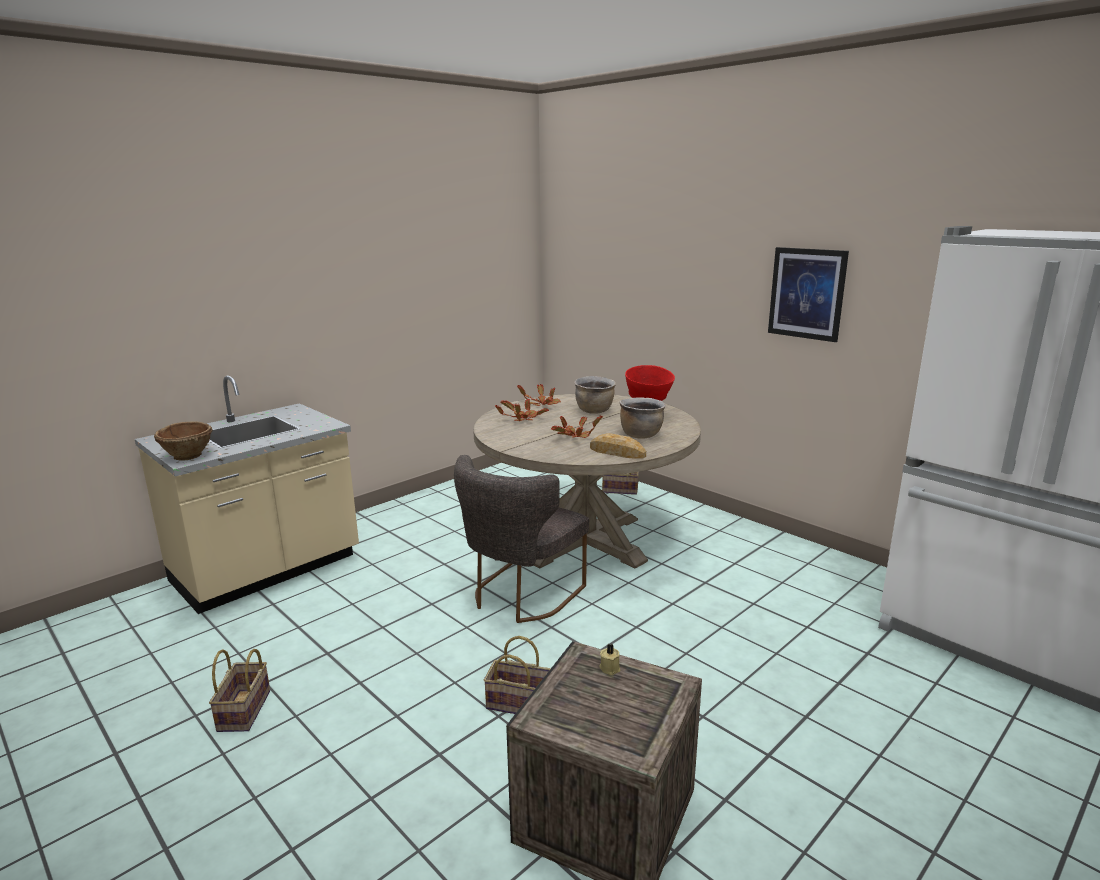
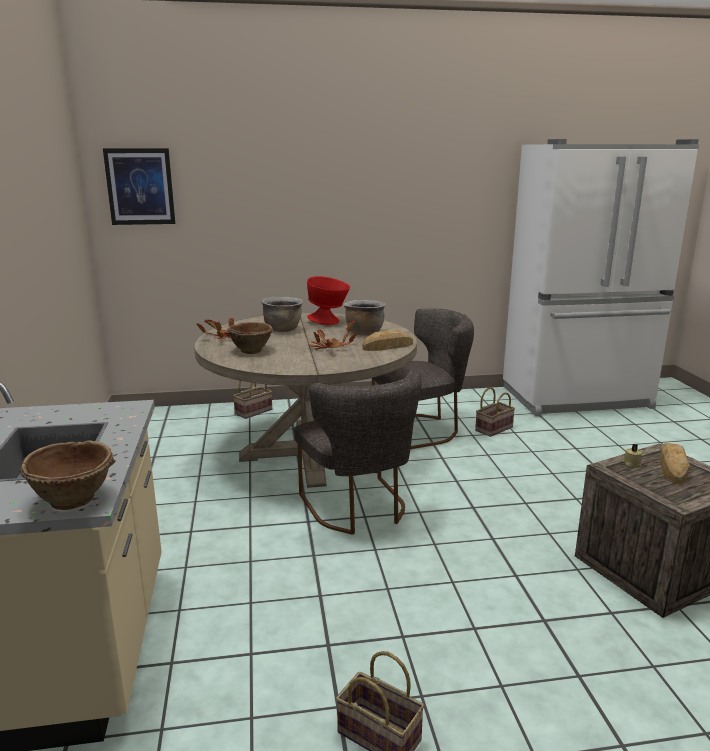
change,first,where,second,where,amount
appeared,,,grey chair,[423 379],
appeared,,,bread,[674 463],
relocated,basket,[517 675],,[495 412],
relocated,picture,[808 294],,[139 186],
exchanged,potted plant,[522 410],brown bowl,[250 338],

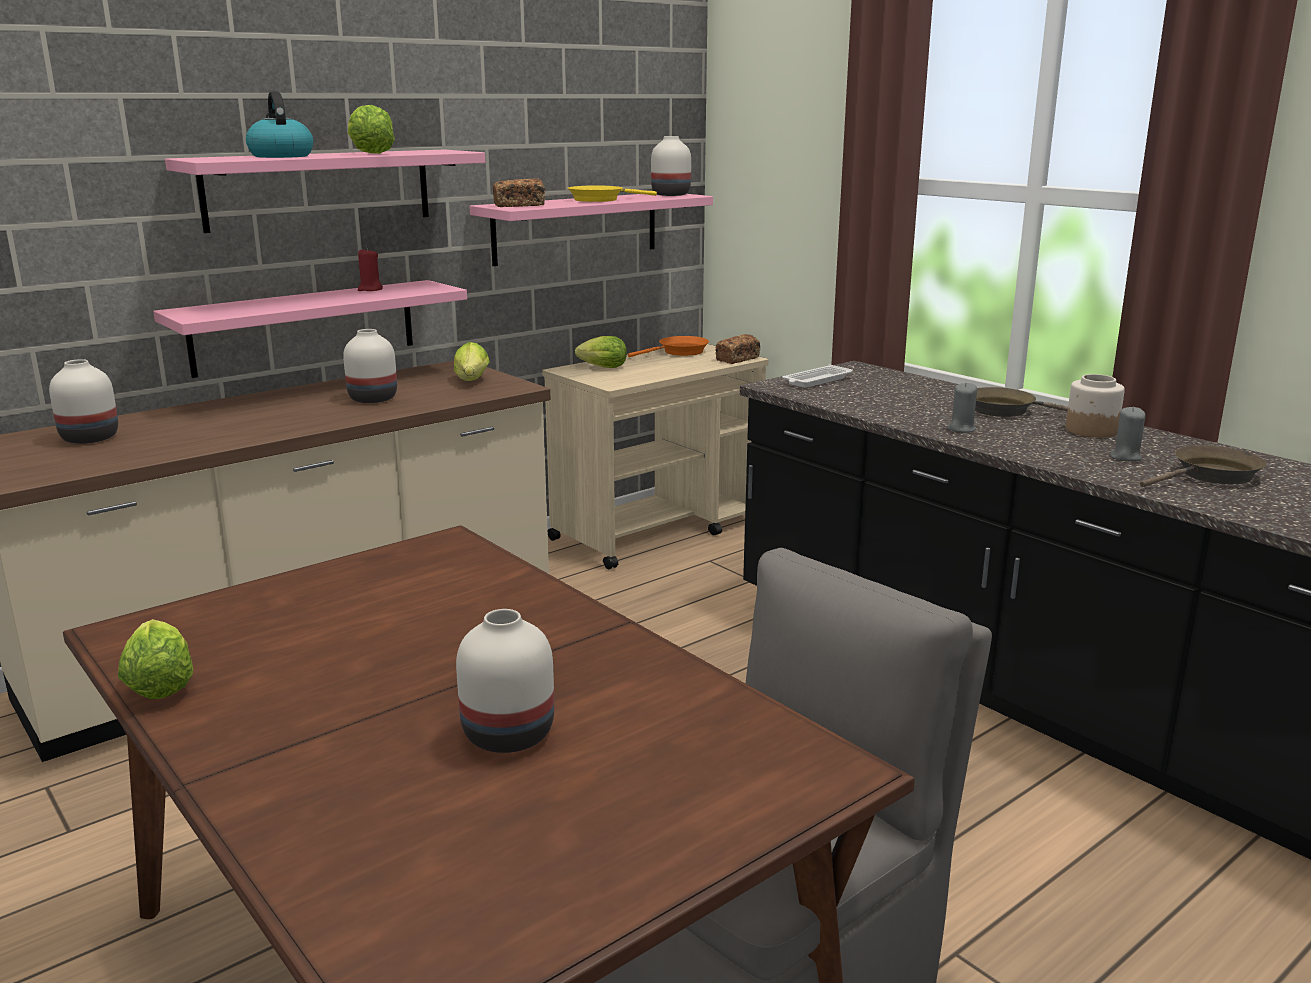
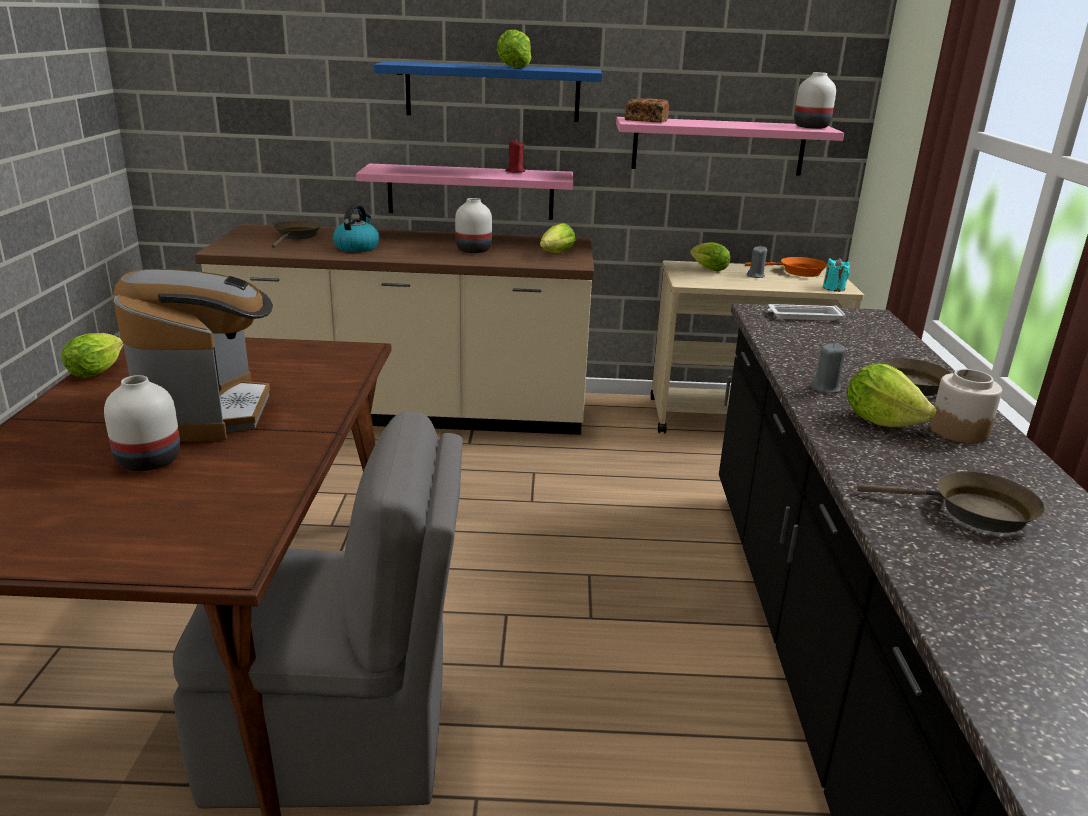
change,first,where,second,where,amount
missing,yellow frying pan,[612 193],,,
appeared,,,coffee machine,[193 355],
appeared,,,lettuce,[892 395],
relocated,kettle,[279 124],,[356 228],
relocated,grey candle,[1128 433],,[757 262],
exchanged,white vase,[83 401],brown frying pan,[296 234],
exchanged,bread,[737 349],turquoise candle,[836 274],
colour,pink shelf,[325 191],blue shelf,[488 91],

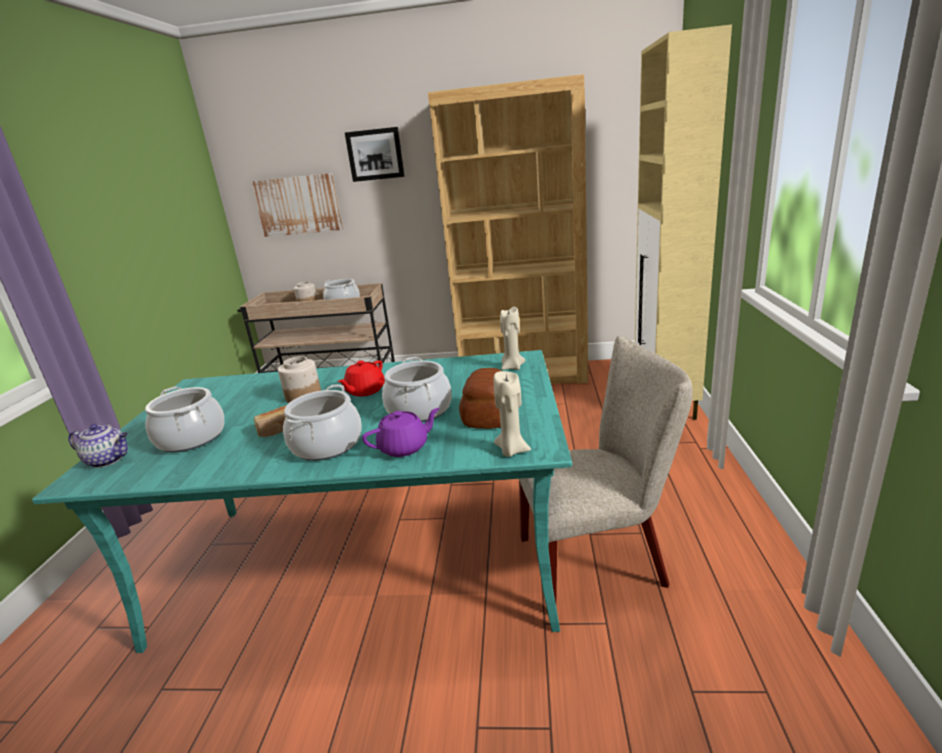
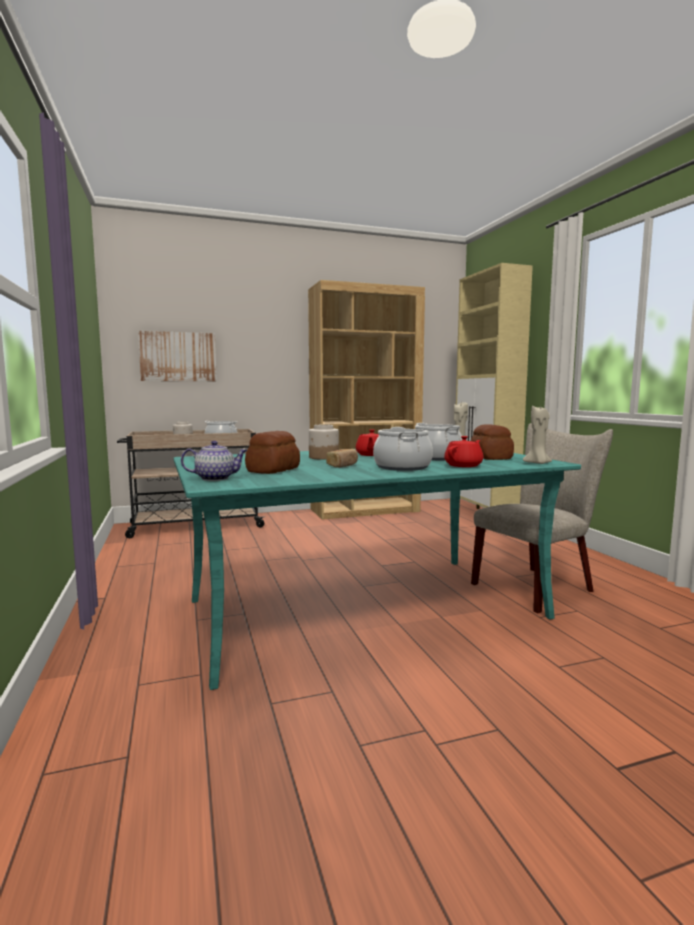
change,first,where,second,where,amount
missing,picture,[375 154],,,
exchanged,cooking pot,[184 419],bread,[272 452],
colour,purple teapot,[401 432],red teapot,[463 451],

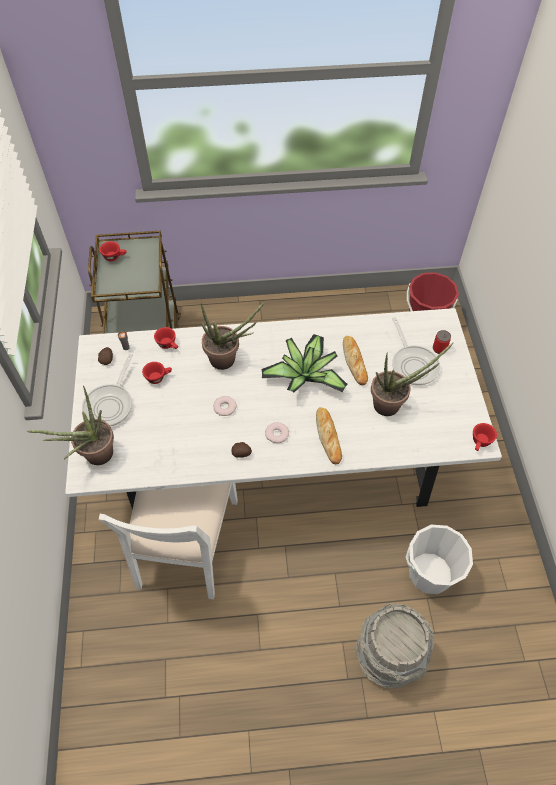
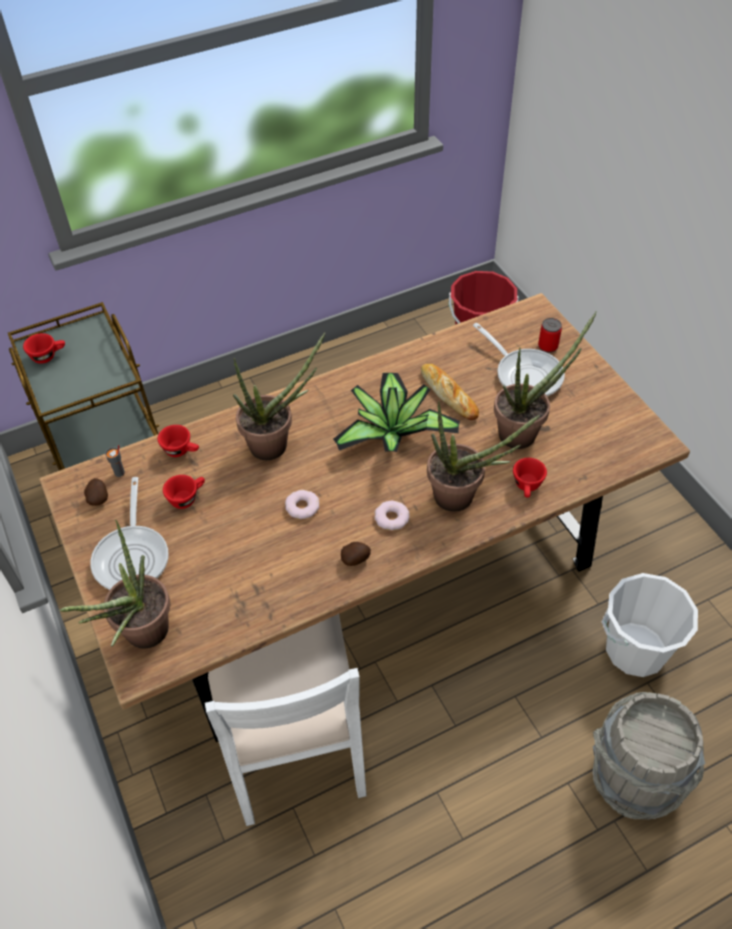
change,first,where,second,where,amount
relocated,red cup,[485 437],,[530 478],
exchanged,bread,[329 435],potted plant,[483 456],
colour,white dining table,[283 409],brown dining table,[364 517],

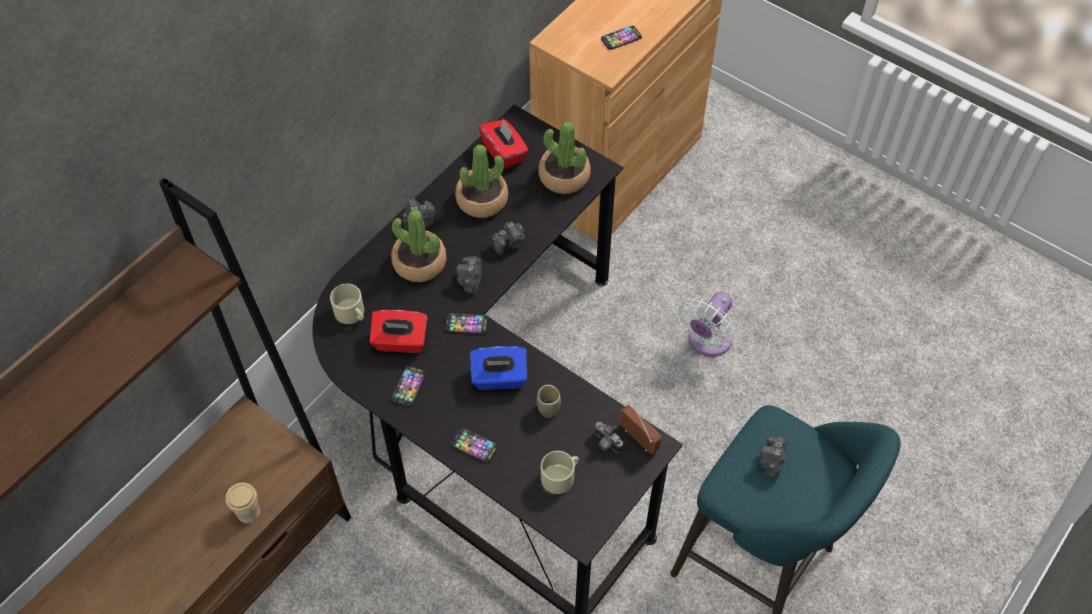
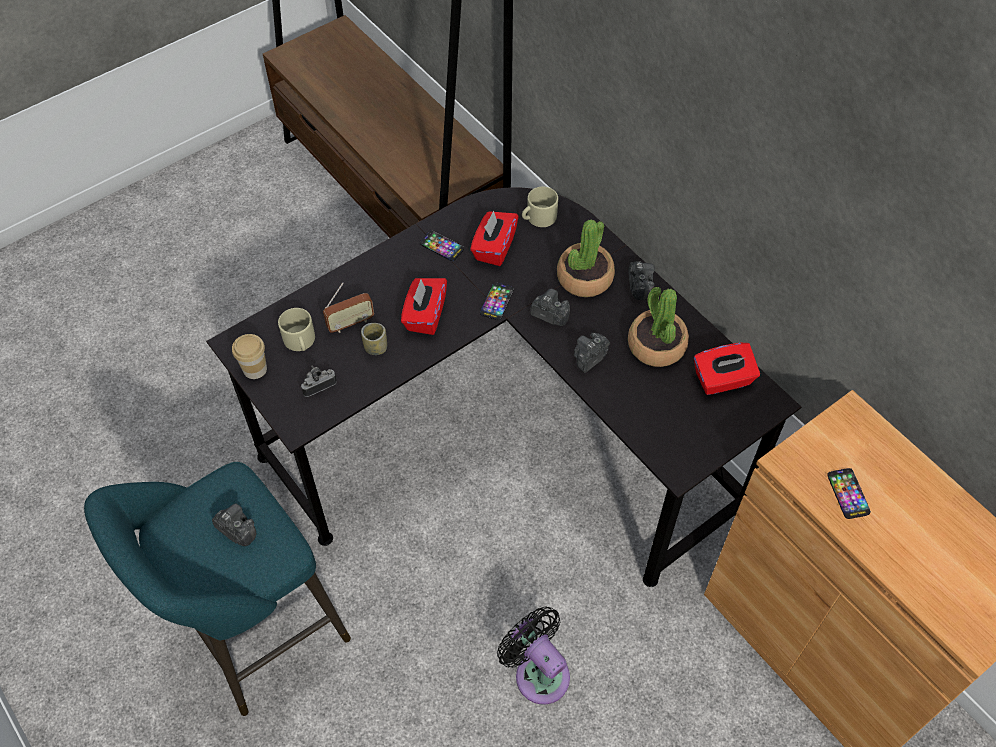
change,first,where,second,where,amount
missing,phone,[474 445],,,
missing,potted plant,[564 158],,,
relocated,cup,[243 503],,[249 356],
relocated,radio,[640 429],,[348 307],
colour,blue tissue box,[498 368],red tissue box,[424 306],
colour,white fan,[706 324],black fan,[533 656],
spun,photo camera,[508 238],,[592 353],60 degrees clockwise

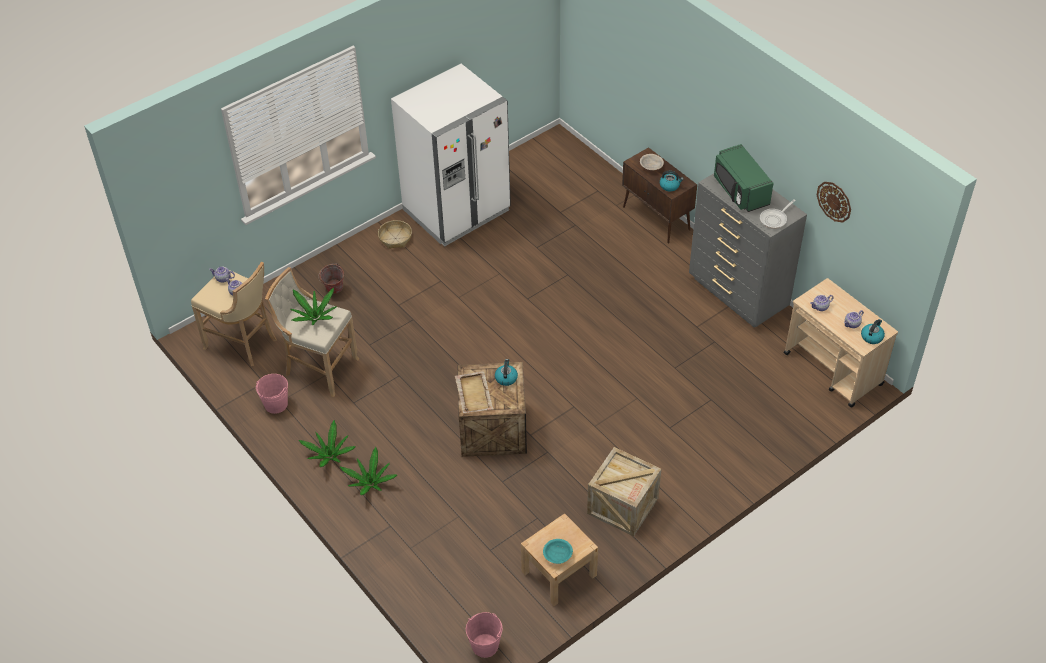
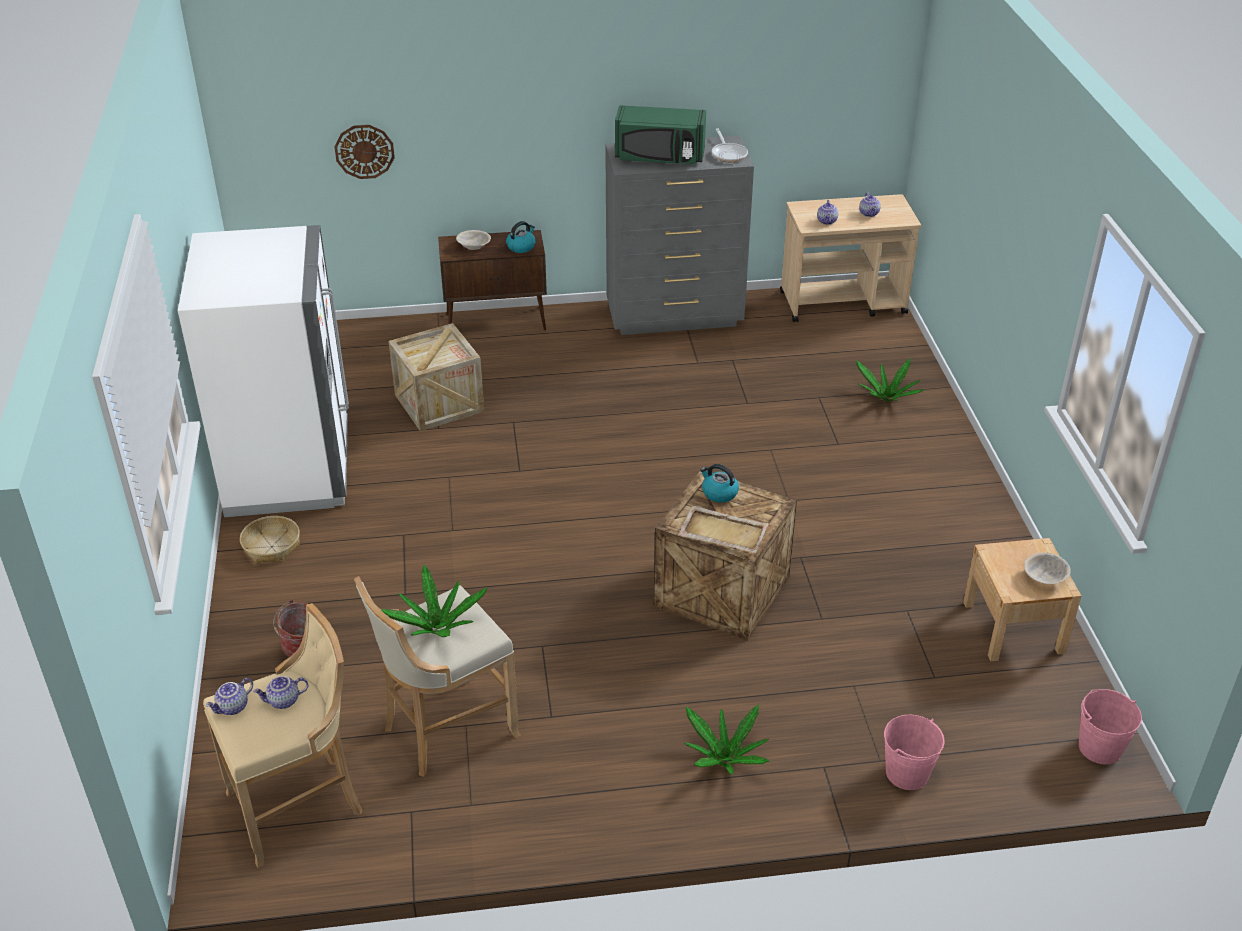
change,first,where,second,where,amount
missing,kettle,[873 331],,,
relocated,pink bucket,[272 394],,[914 752],
relocated,potted plant,[327 443],,[890 379],
relocated,crate,[624 491],,[436 377],
relocated,wall clock,[834 202],,[365 152],
colour,turquoise bowl,[558 551],beige bowl,[1047 568],

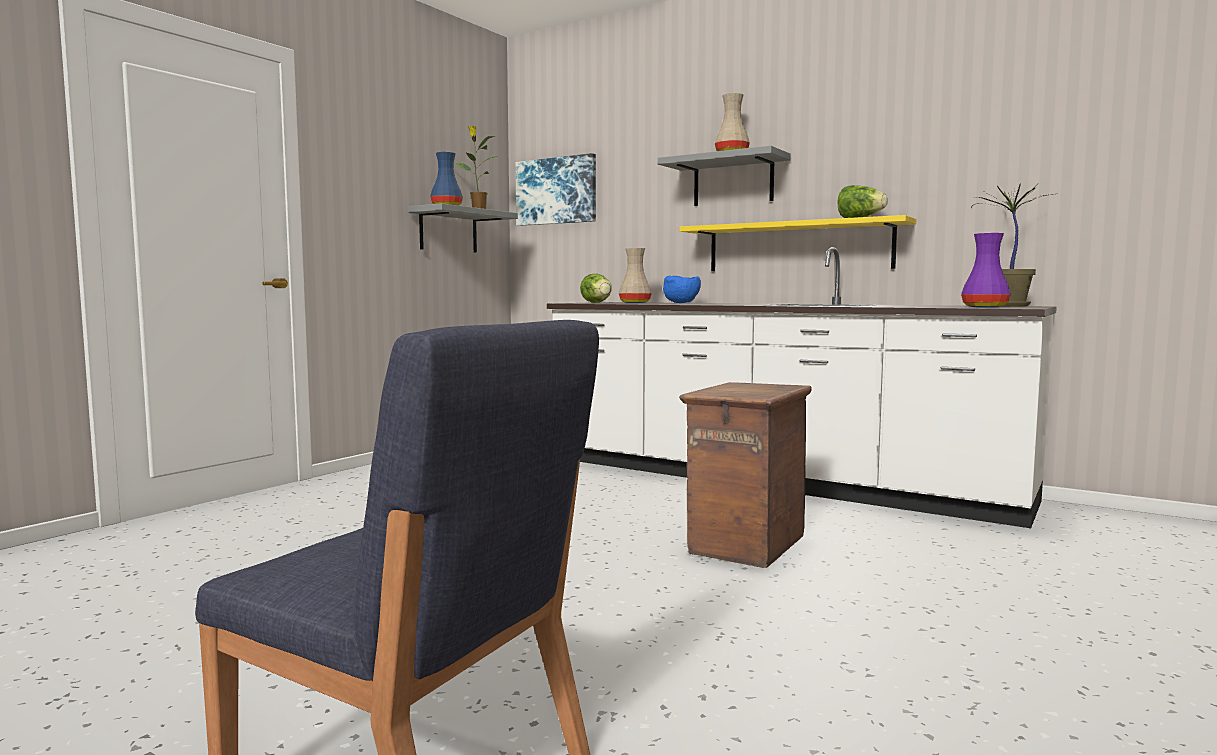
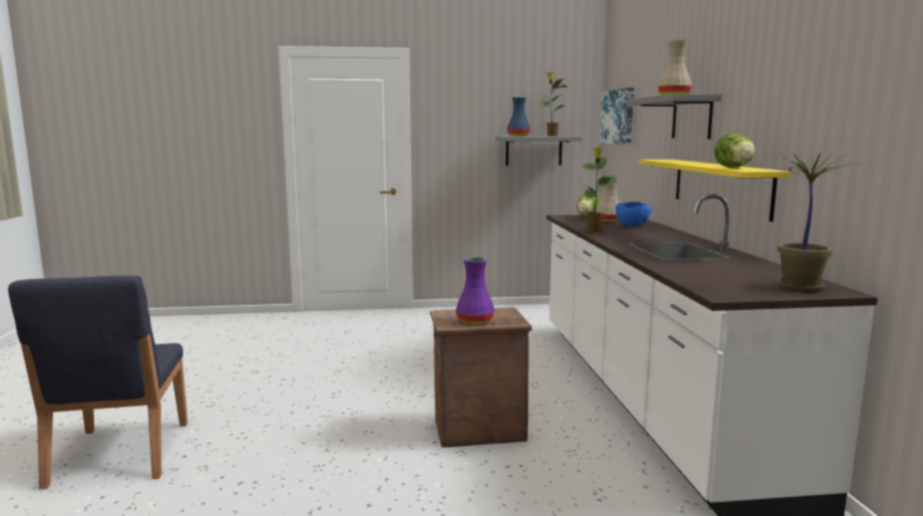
change,first,where,second,where,amount
appeared,,,potted plant,[597 189],
relocated,purple vase,[986 270],,[475 290],

